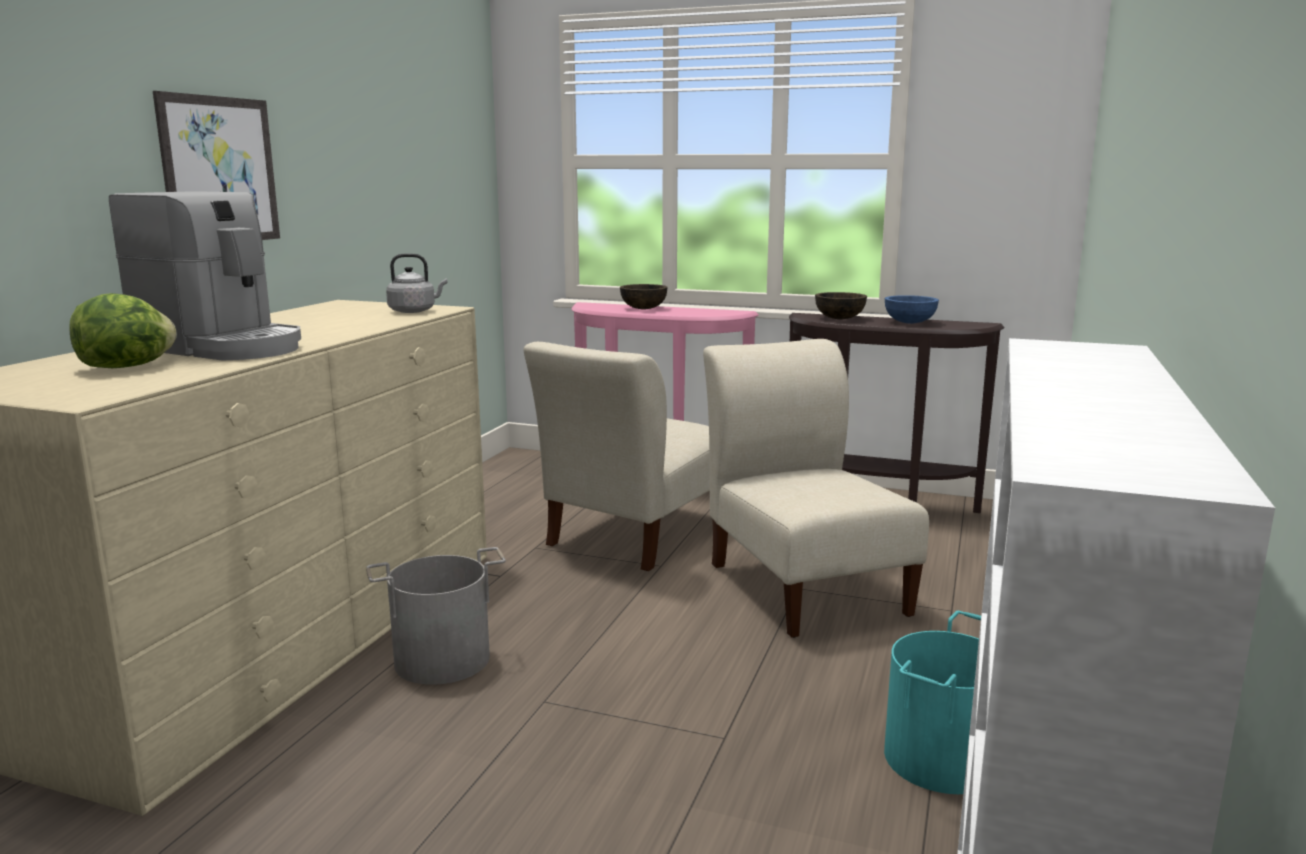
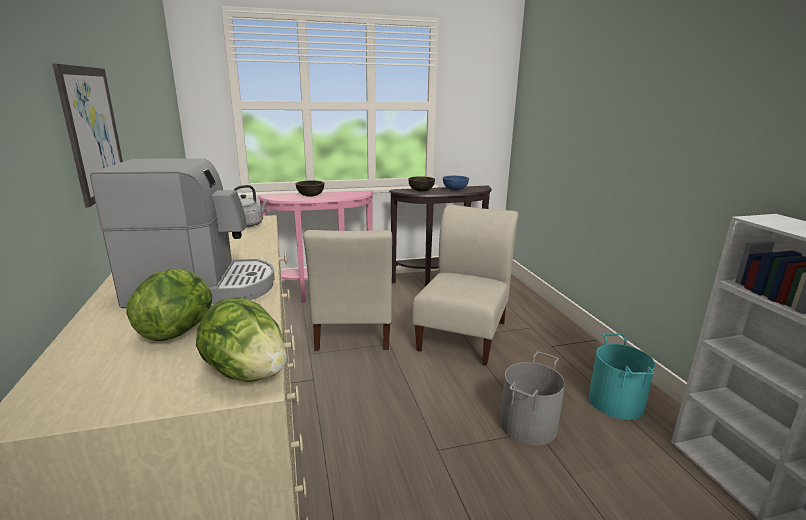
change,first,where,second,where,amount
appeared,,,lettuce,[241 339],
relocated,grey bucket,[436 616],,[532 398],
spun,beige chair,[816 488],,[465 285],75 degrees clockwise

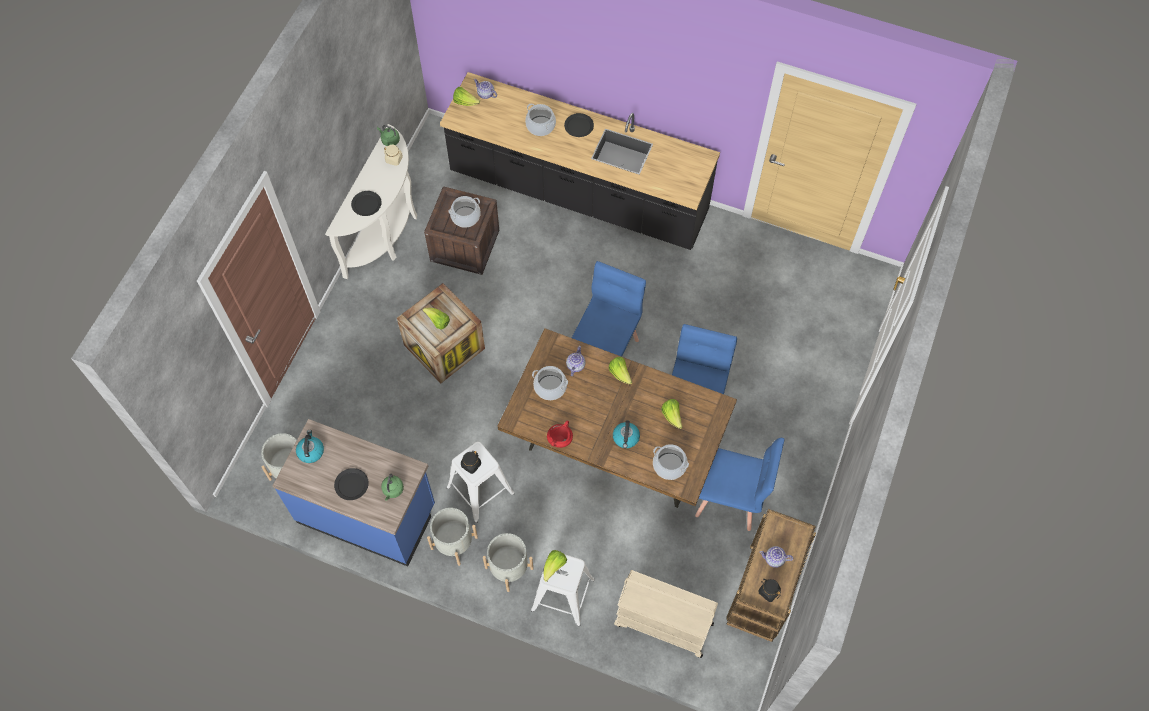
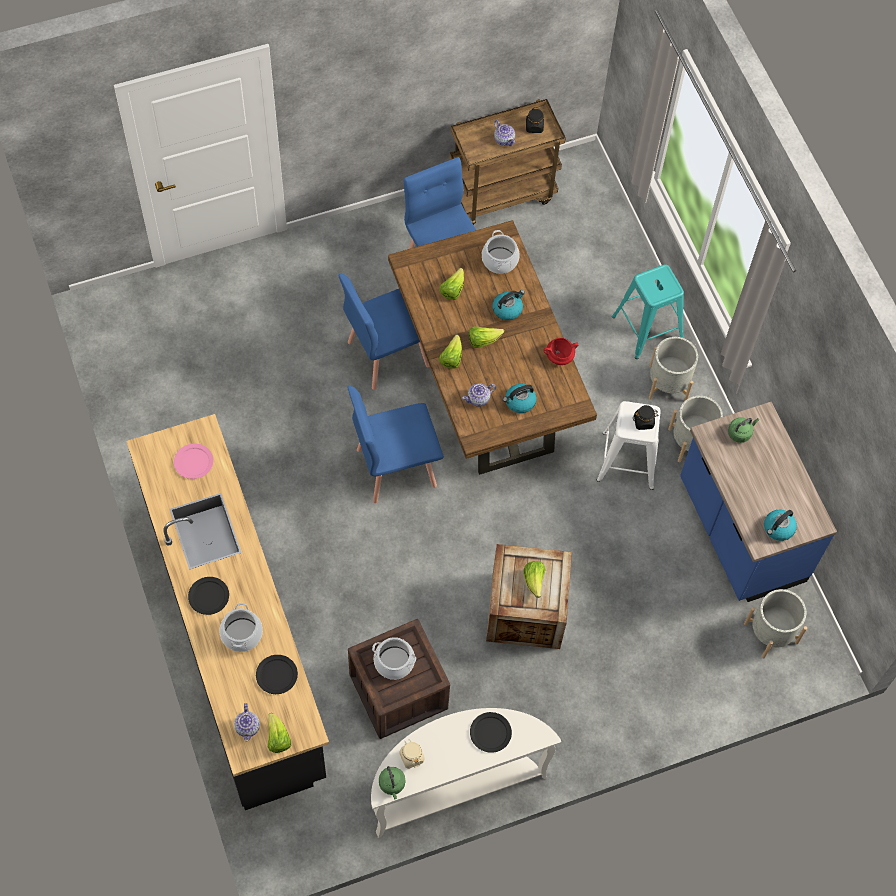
change,first,where,second,where,amount
missing,beige cart,[666 614],,,
appeared,,,pink plate,[193 461],
relocated,black plate,[351 484],,[277 674],
relocated,lettuce,[555 566],,[486 337],
exchanged,cooking pot,[550 383],kettle,[520 398],
colour,white stool,[563 590],turquoise stool,[648 311],

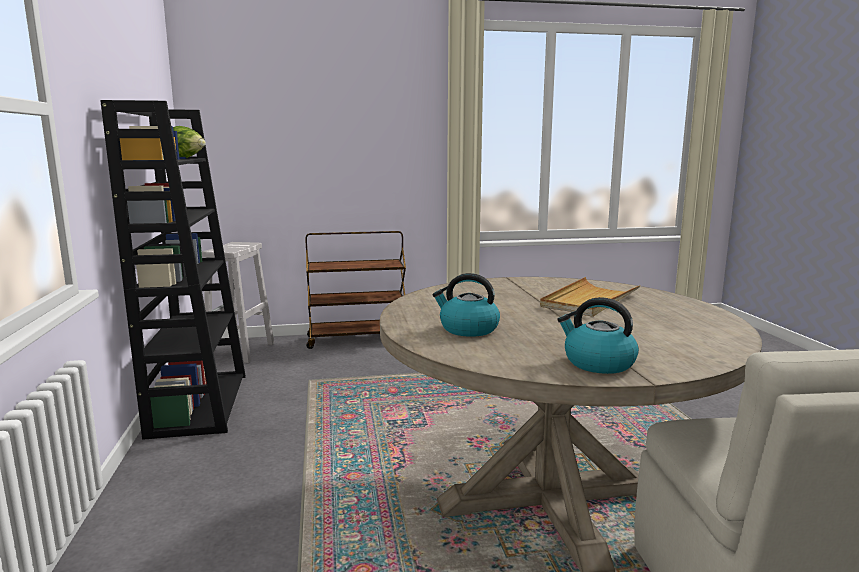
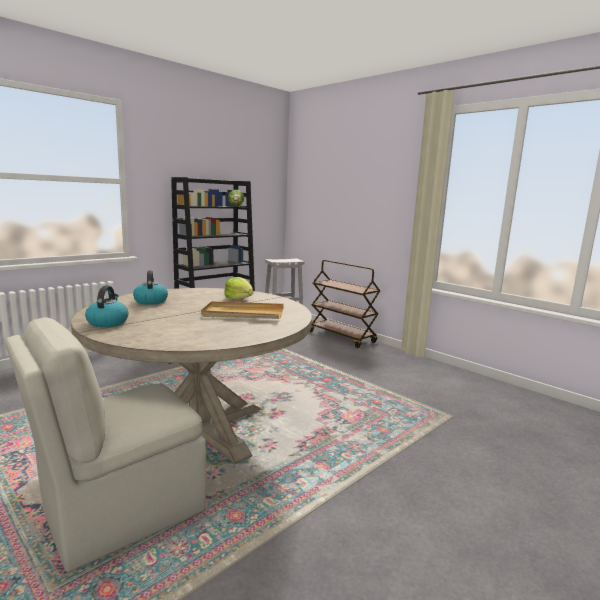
change,first,where,second,where,amount
appeared,,,lettuce,[239 288],

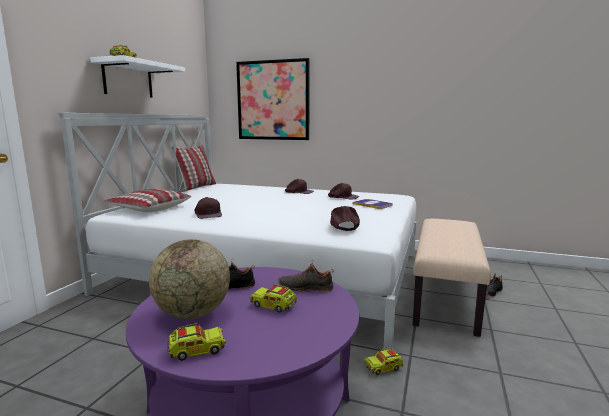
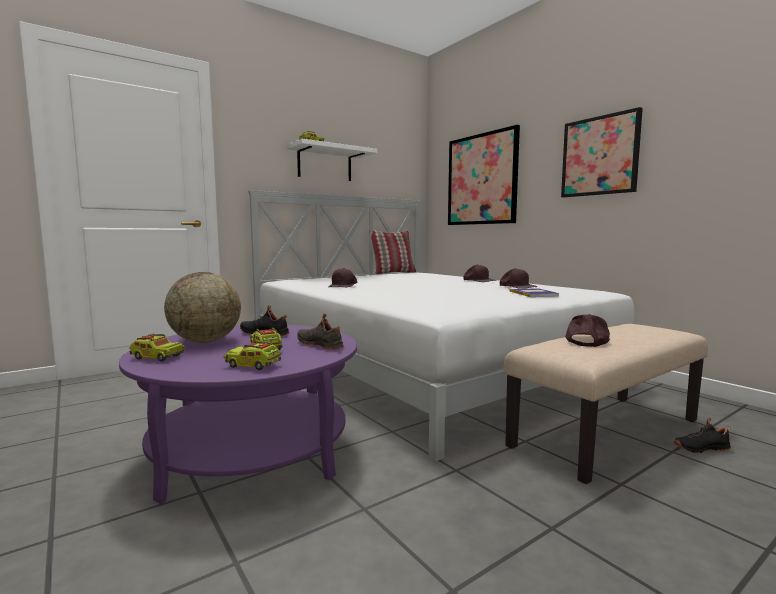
change,first,where,second,where,amount
missing,pillow,[147 200],,,
appeared,,,picture,[602 152],
relocated,brown cap,[345 218],,[587 330],
relocated,toy truck,[384 361],,[252 353],

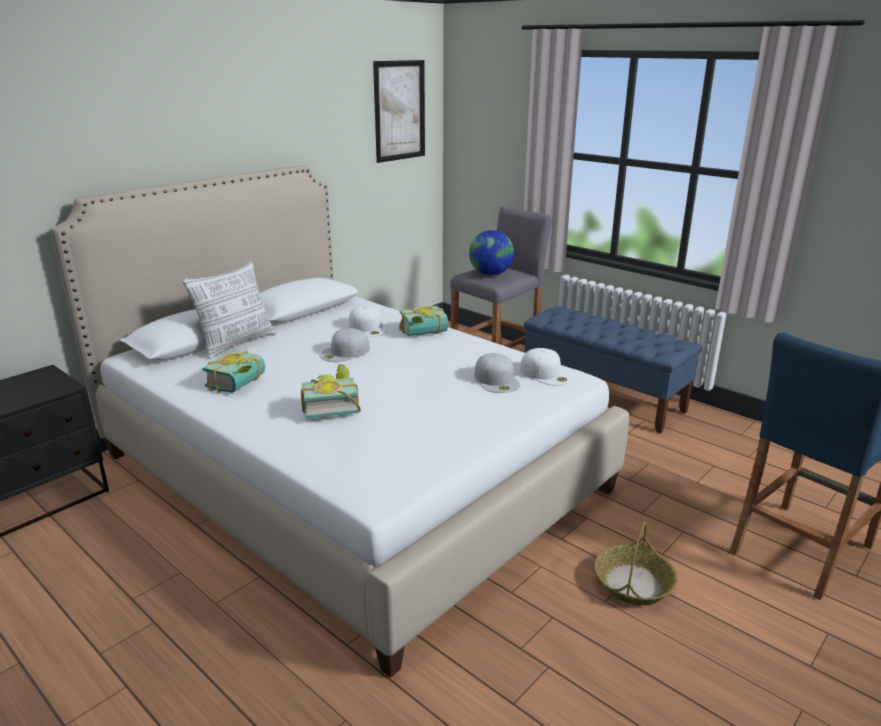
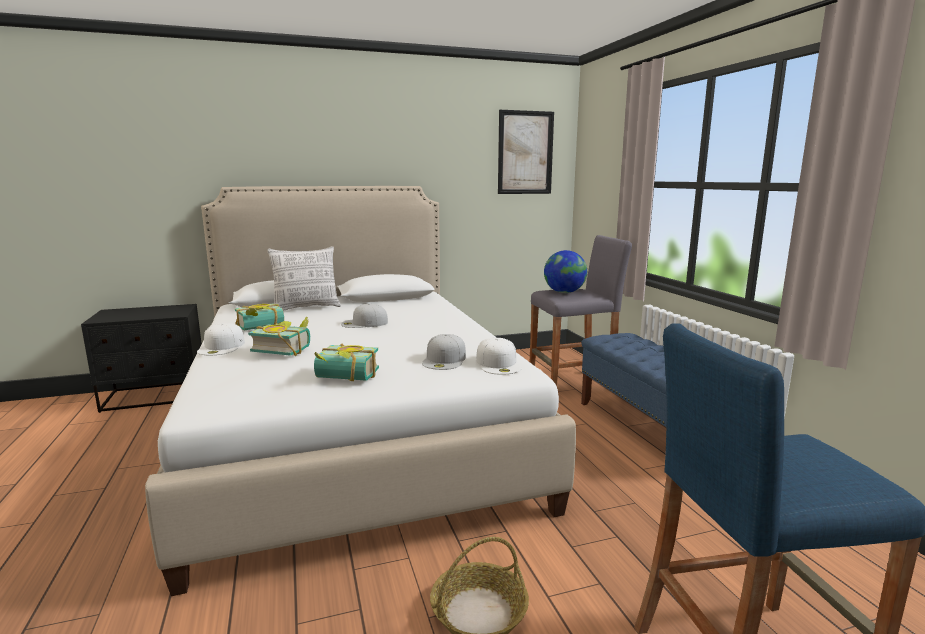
change,first,where,second,where,amount
relocated,white cap,[368 321],,[221 339],
relocated,book,[423 321],,[346 362],

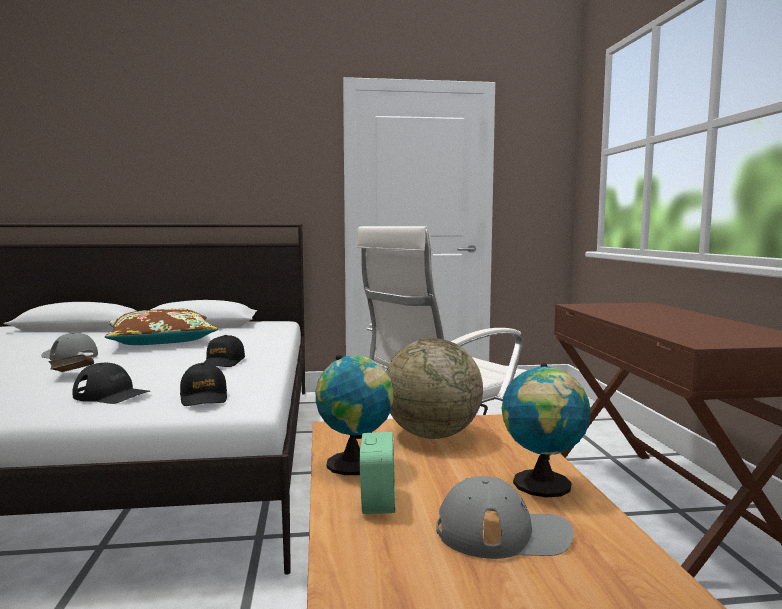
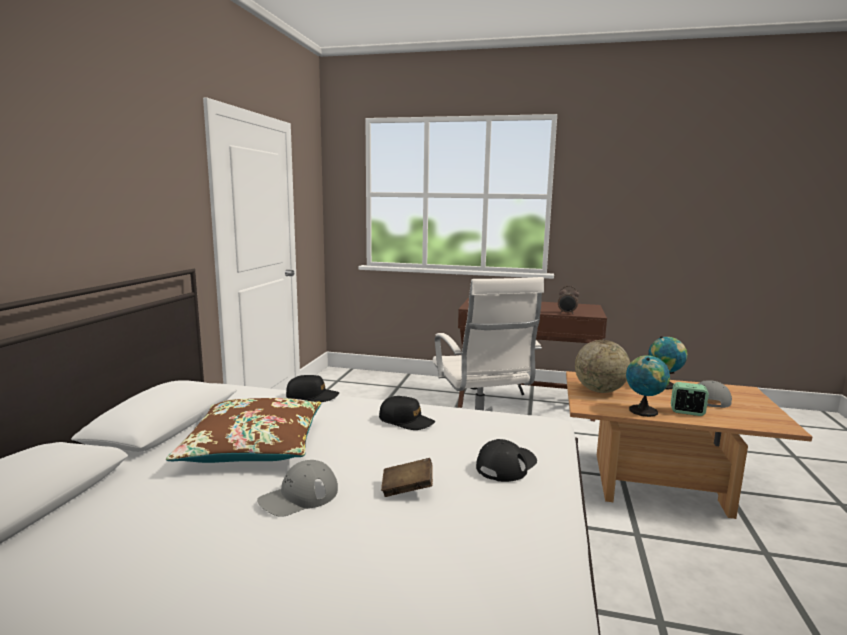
change,first,where,second,where,amount
appeared,,,alarm clock,[568 300],
relocated,black cap,[203 384],,[312 388],

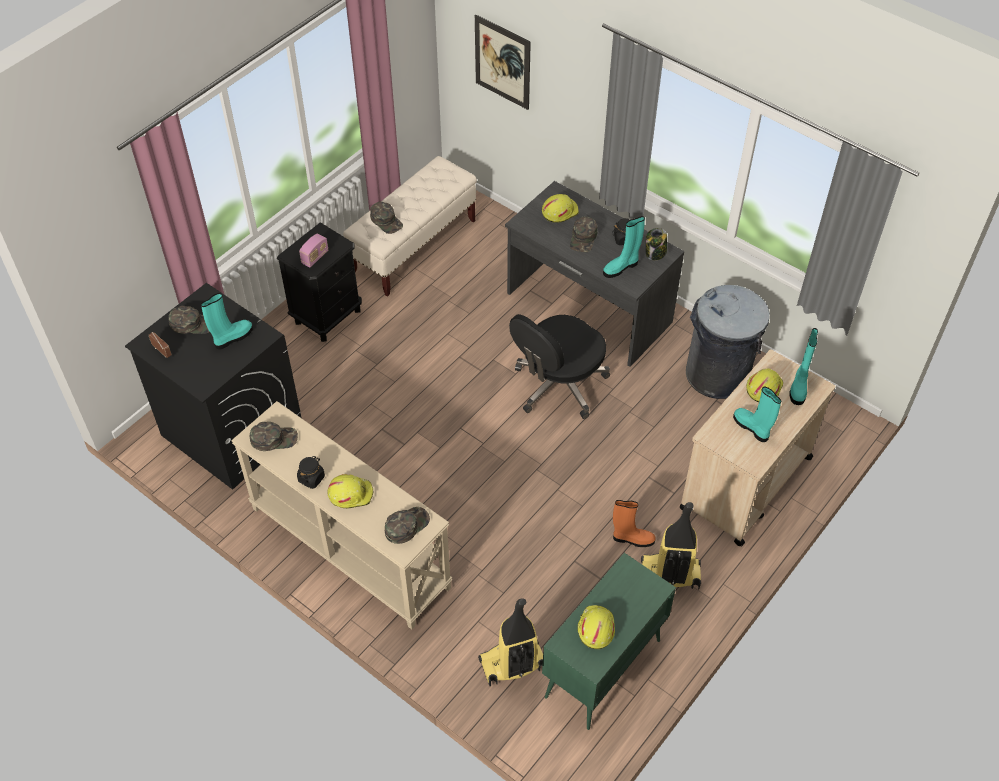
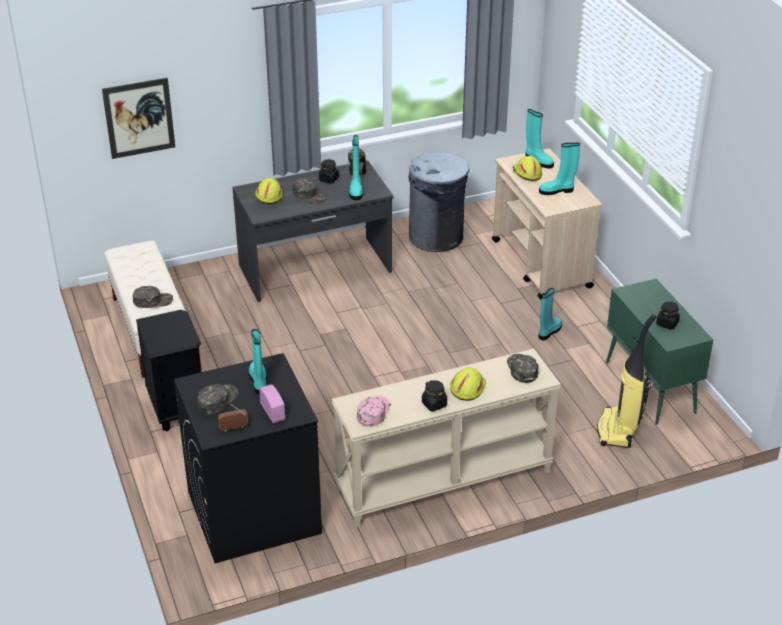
change,first,where,second,where,amount
missing,black office chair,[559 366],,,
missing,vacuum cleaner,[671 545],,,
relocated,radio,[313 250],,[272 403],
exchanged,yellow hard hat,[596 627],black jar,[668 316],
colour,green cap,[274 436],pink cap,[374 411],
colour,orange boot,[634 523],turquoise boot,[550 314],

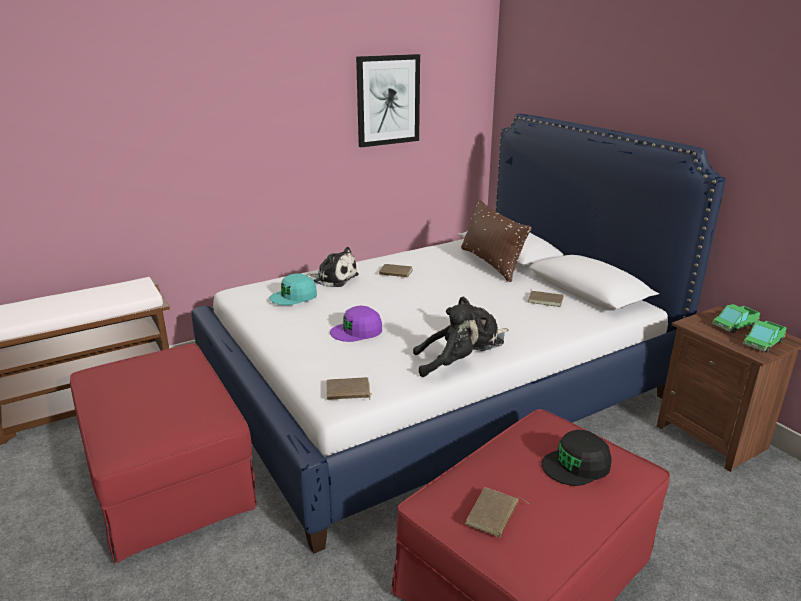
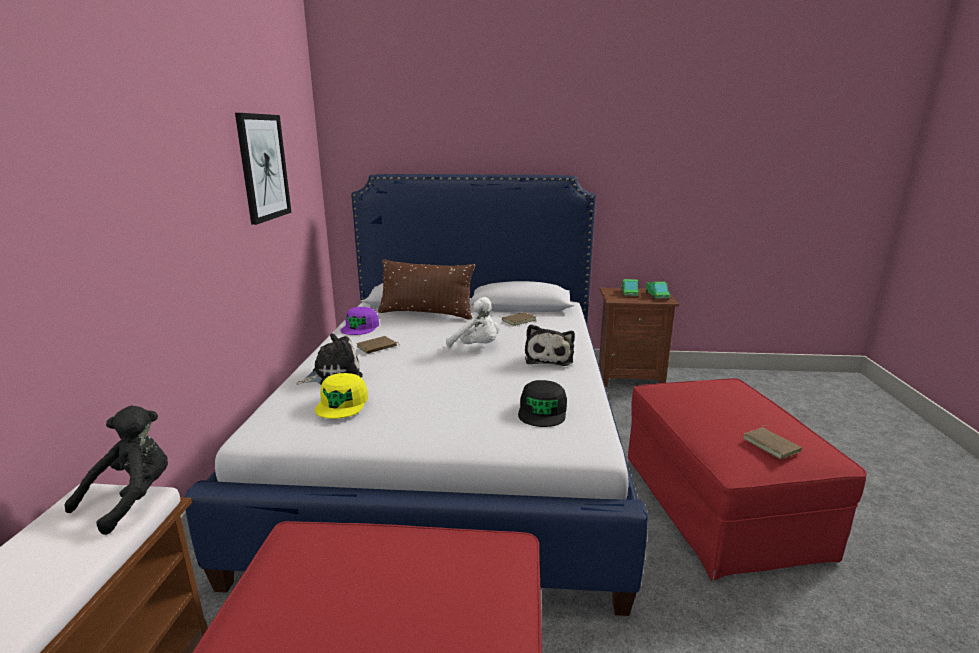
change,first,where,second,where,amount
missing,brown book,[349 388],,,
appeared,,,white plush toy,[472 322],
relocated,purple cap,[356 324],,[359 321],
relocated,black plush toy,[444 340],,[116 470],
relocated,black cap,[576 458],,[542 403],
colour,turquoise cap,[293 289],yellow cap,[341 396],

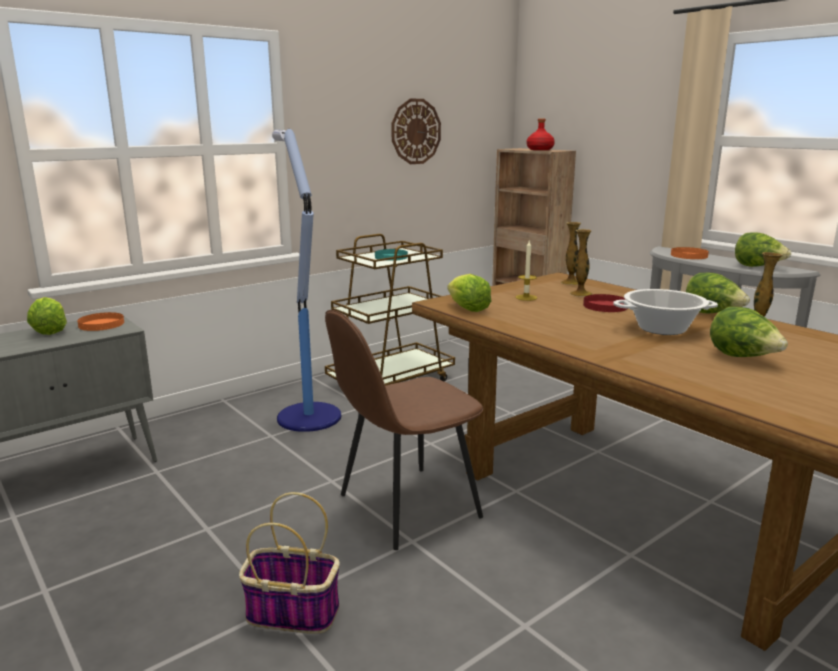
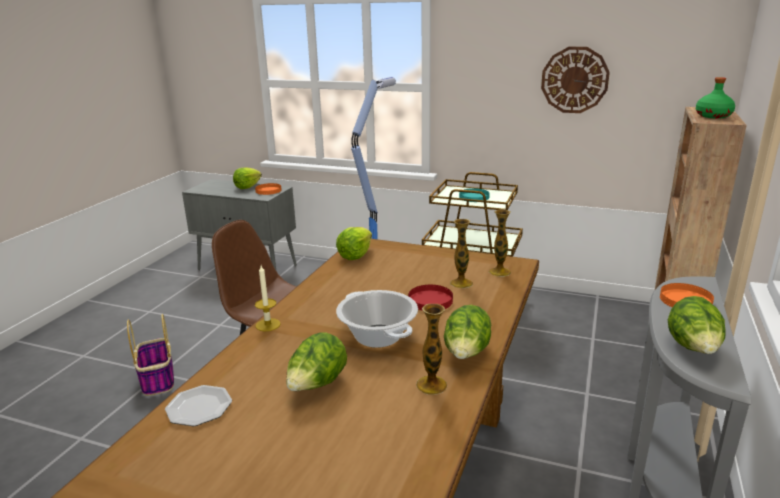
change,first,where,second,where,amount
appeared,,,plate,[198 405],
relocated,candle,[526 271],,[267 298],
colour,red bottle,[541 134],green bottle,[715 98],

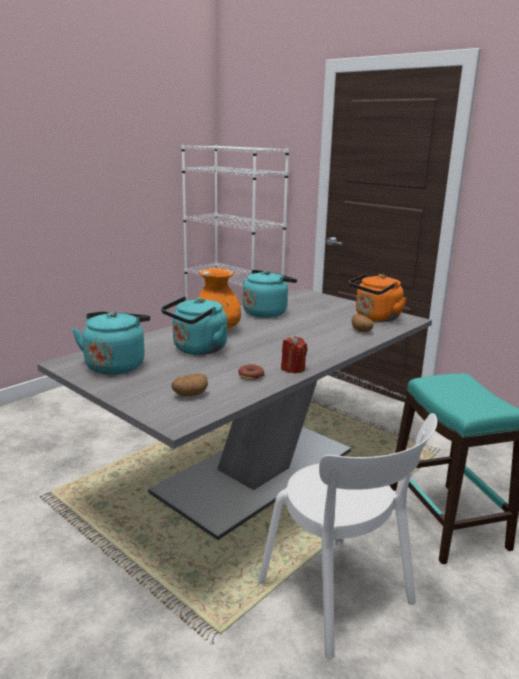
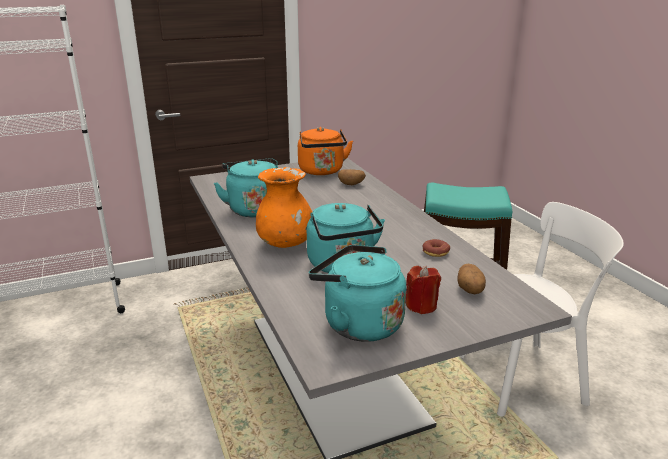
change,first,where,second,where,amount
relocated,red candle,[294 354],,[423 290],

